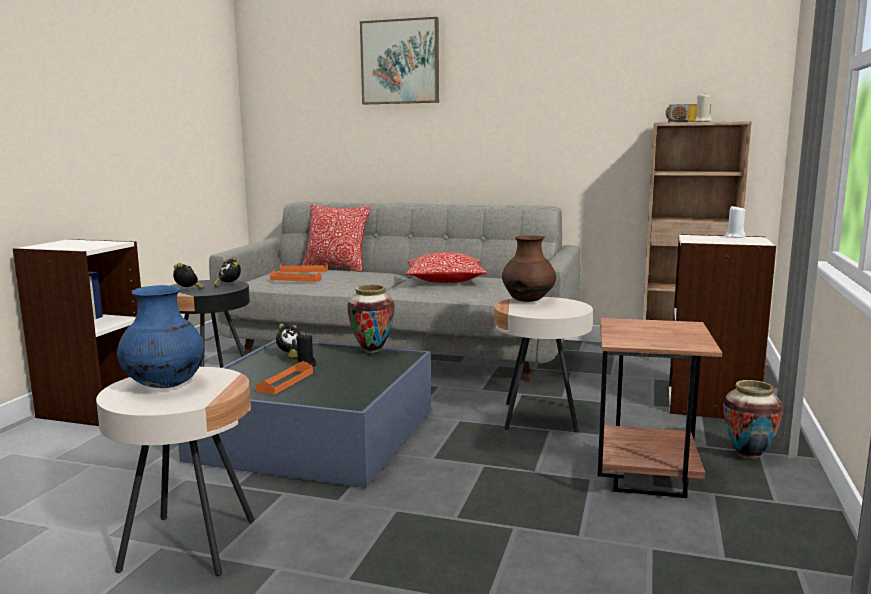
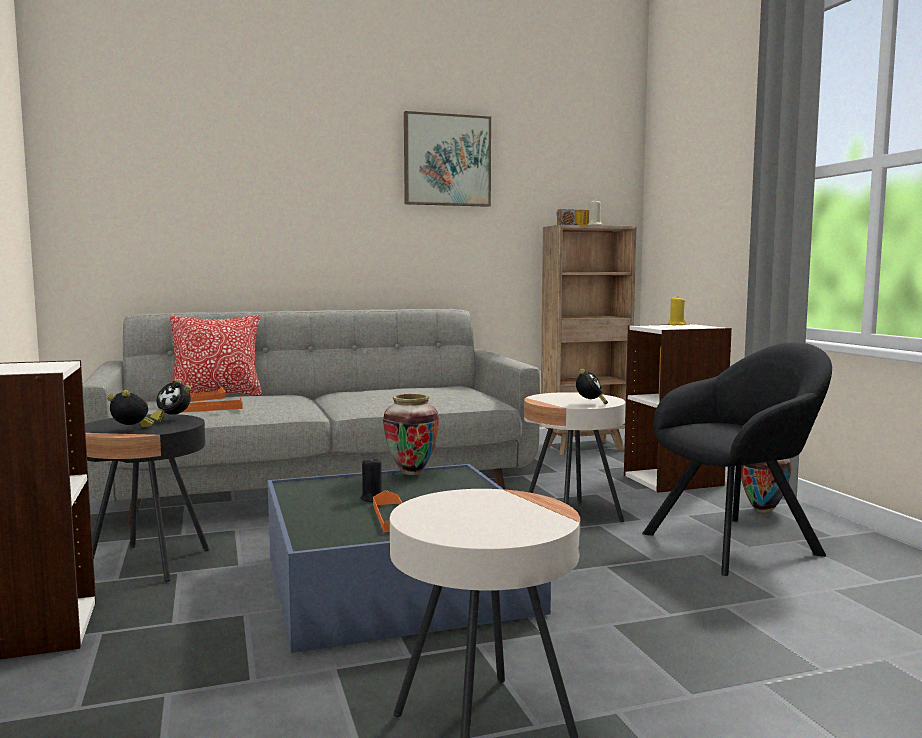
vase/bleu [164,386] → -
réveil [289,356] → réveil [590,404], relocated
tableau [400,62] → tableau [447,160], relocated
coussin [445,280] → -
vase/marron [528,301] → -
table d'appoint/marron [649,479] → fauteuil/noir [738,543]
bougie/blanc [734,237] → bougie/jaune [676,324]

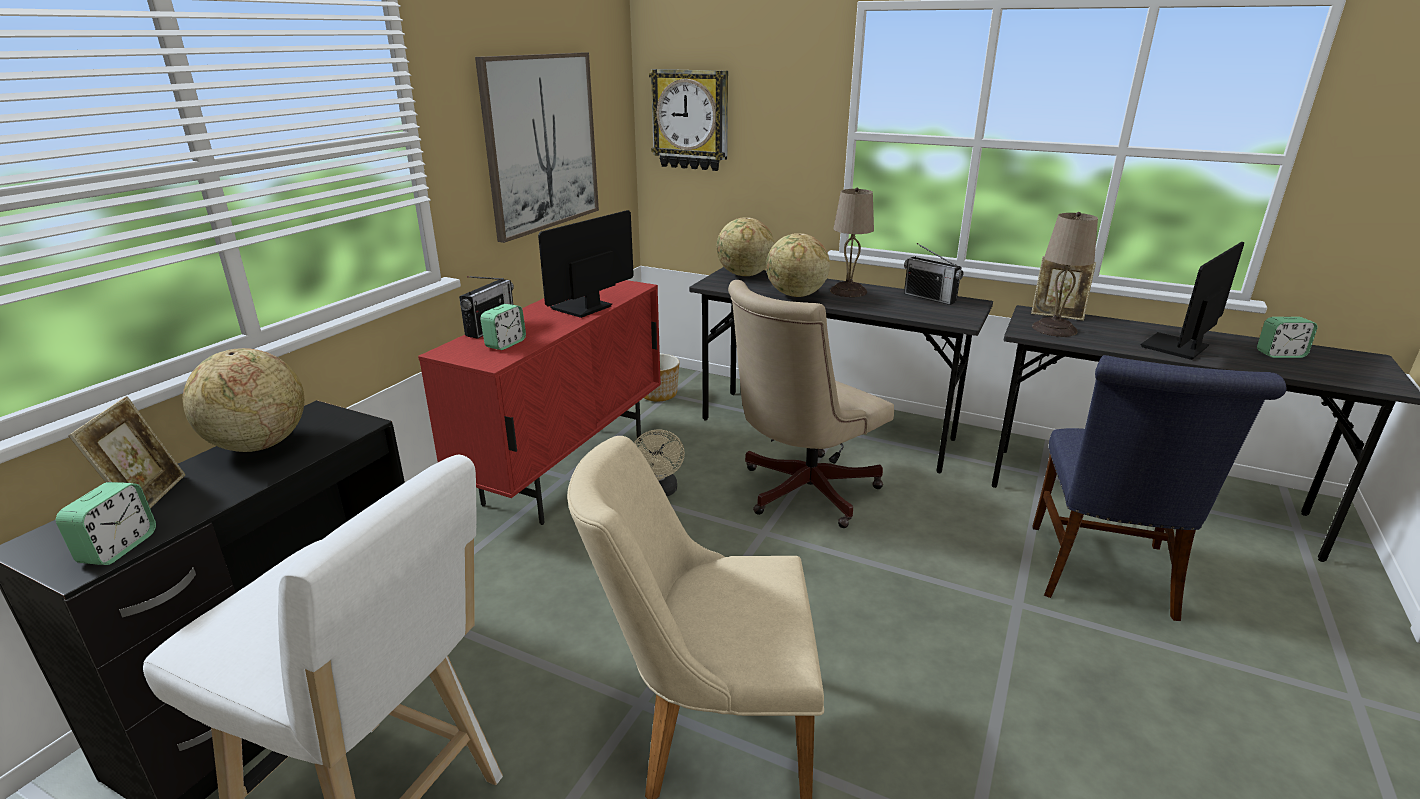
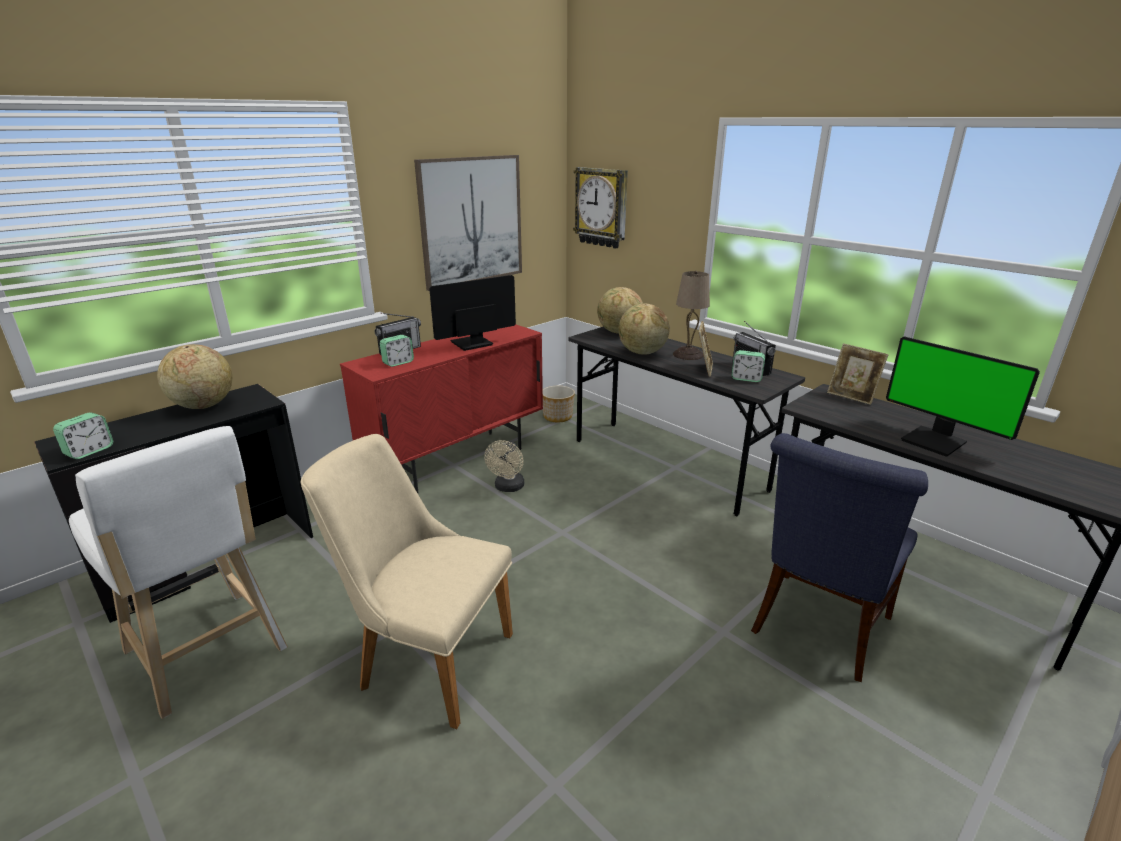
cadre photo [147,497] → cadre photo [703,369], relocated
chaise de bureau/beige [800,493] → -
lampe de table/beige [1054,329] → -
écran d'ordinateur [1177,348] → écran d'ordinateur [935,441], 105 degrees counterclockwise
réveil [1280,354] → réveil [746,379], relocated

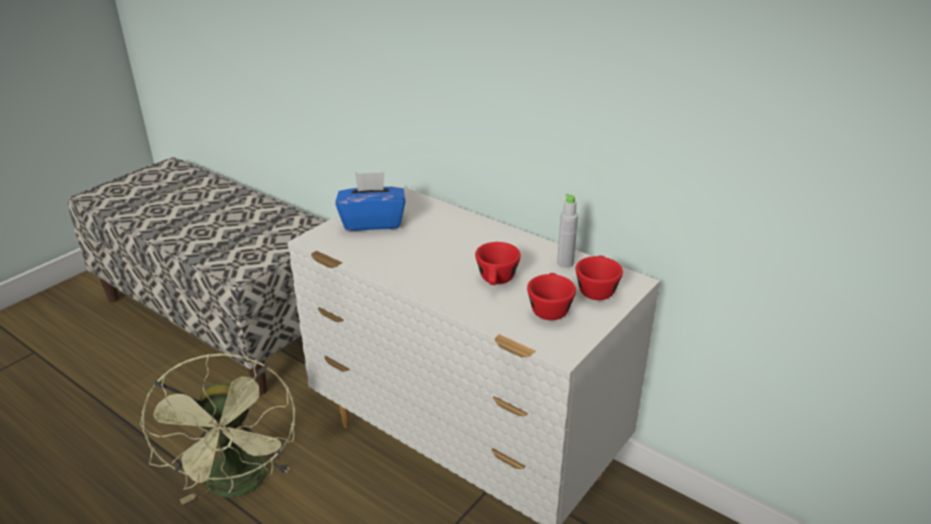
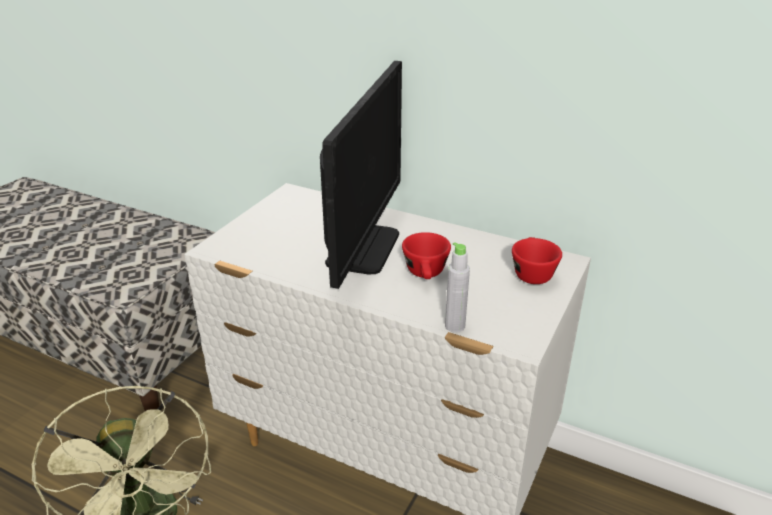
boîte à mouchoirs/bleu [372,222] → -
tasse/rouge [549,308] → -
bouteille/gris [565,263] → bouteille/gris [455,326], relocated
- → écran d'ordinateur [363,248]

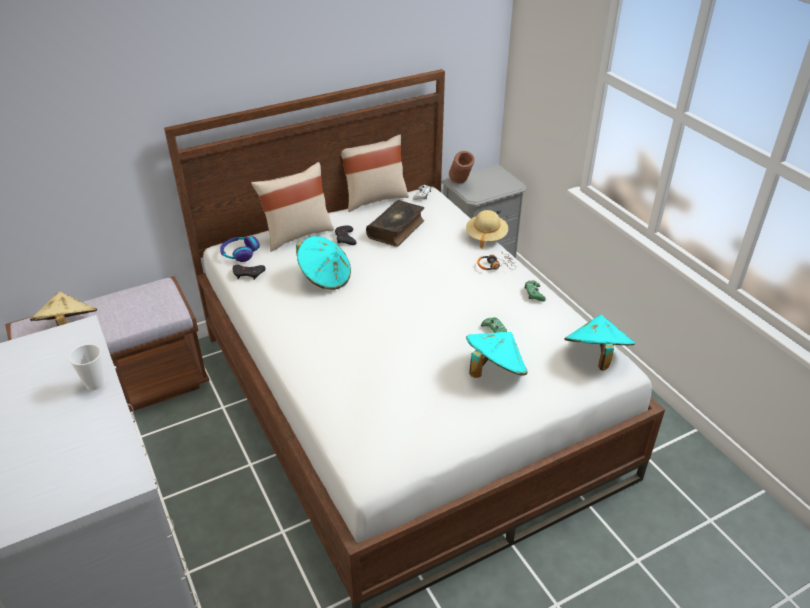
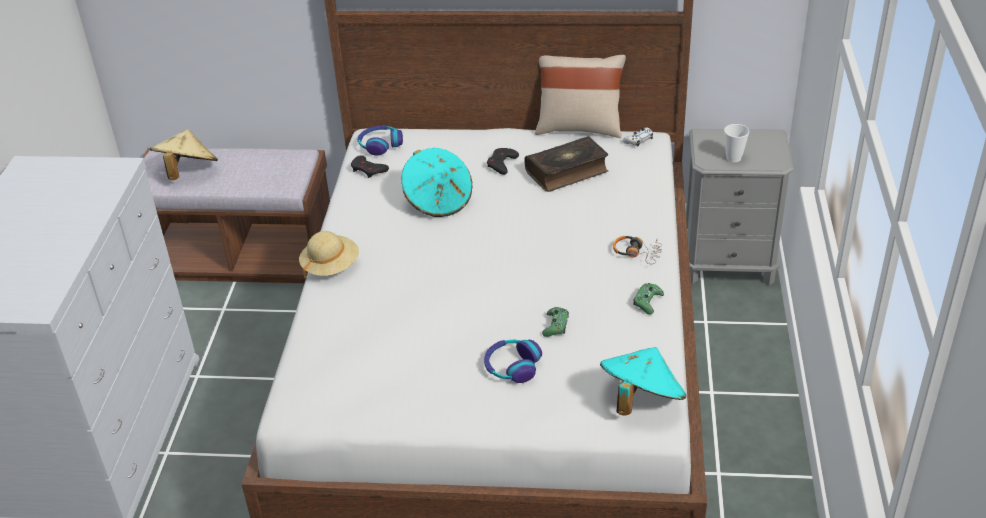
tasse [95,384] → tasse [733,158], relocated
coussin/beige [297,234] → -
vase/marron [460,184] → -
chapeau/beige [486,237] → chapeau/beige [330,267], relocated
chapeau/turquoise [494,370] → casque audio [512,366]

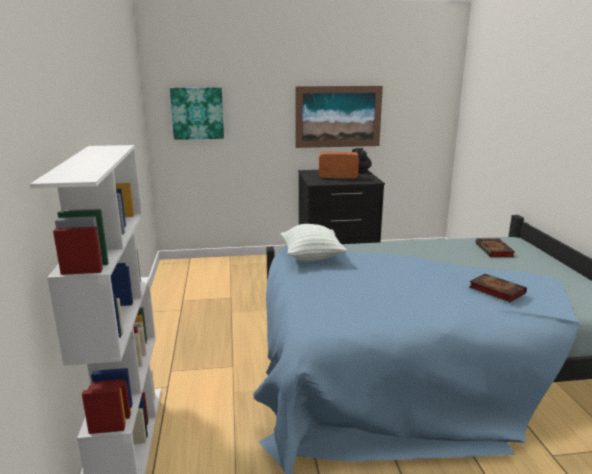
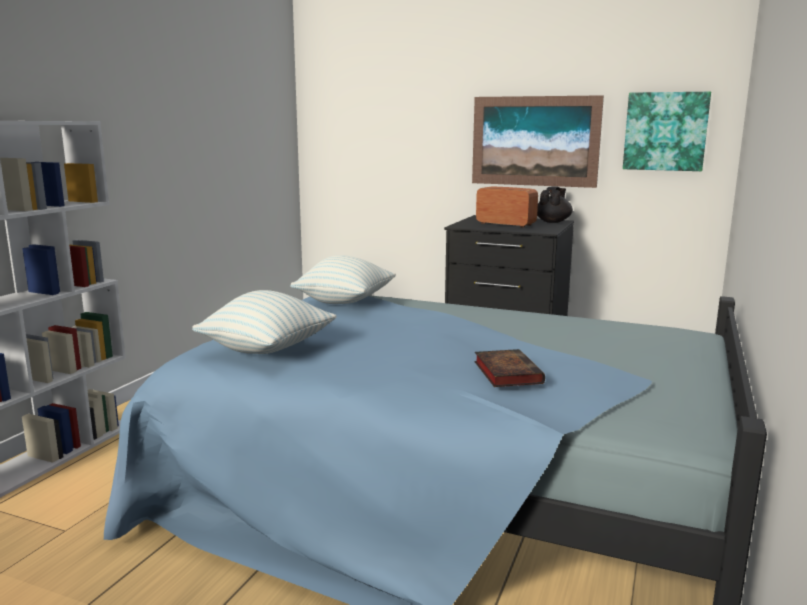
tableau [197,113] → tableau [665,131], relocated
livre [495,250] → -
- → coussin [267,350]

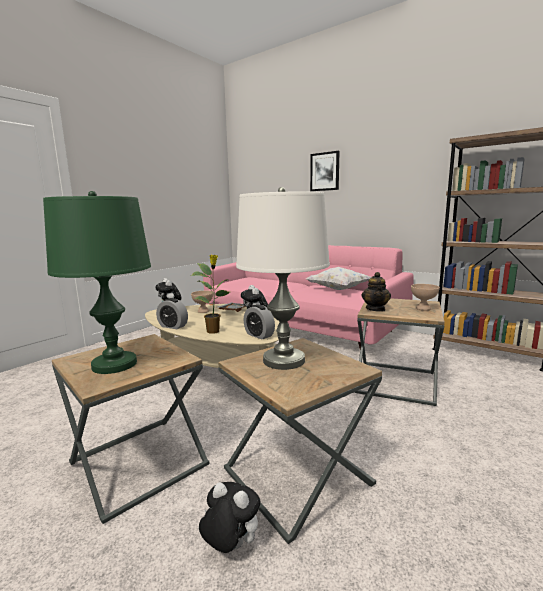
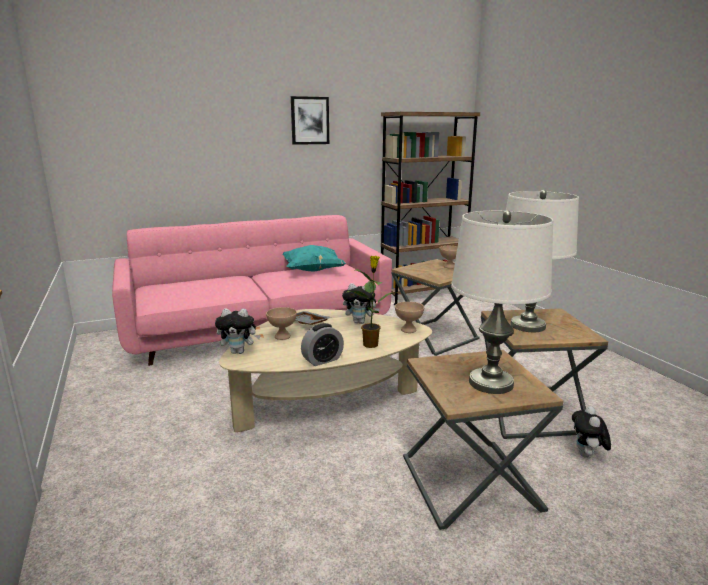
lampe de table/vert [114,364] → lampe de table/blanc [491,383]
peluche [230,546] → peluche [587,455], 45 degrees counterclockwise
réveil [259,335] → bol/beige [408,330]
coussin/blanc [338,289] → coussin/turquoise [312,271]
tableau [325,171] → tableau [309,120], relocated
théière [375,309] → -

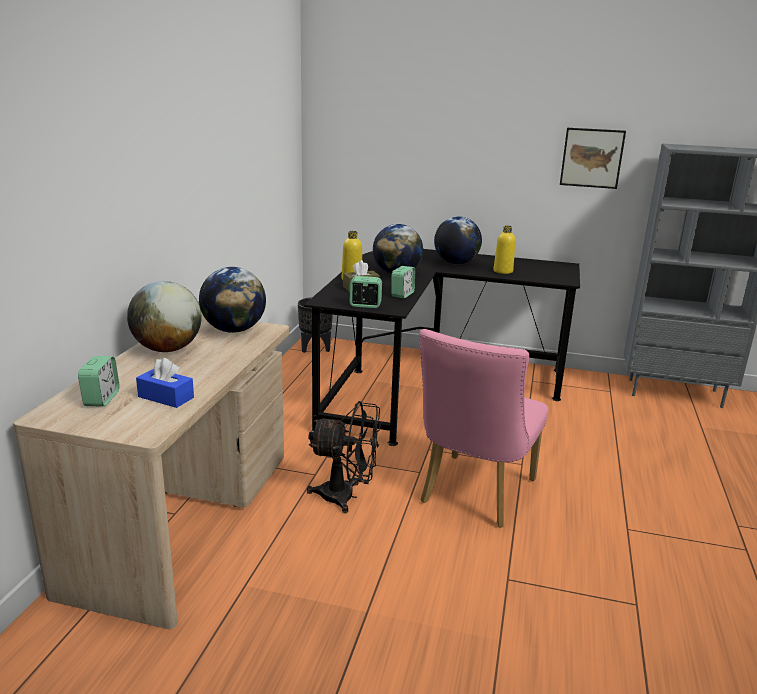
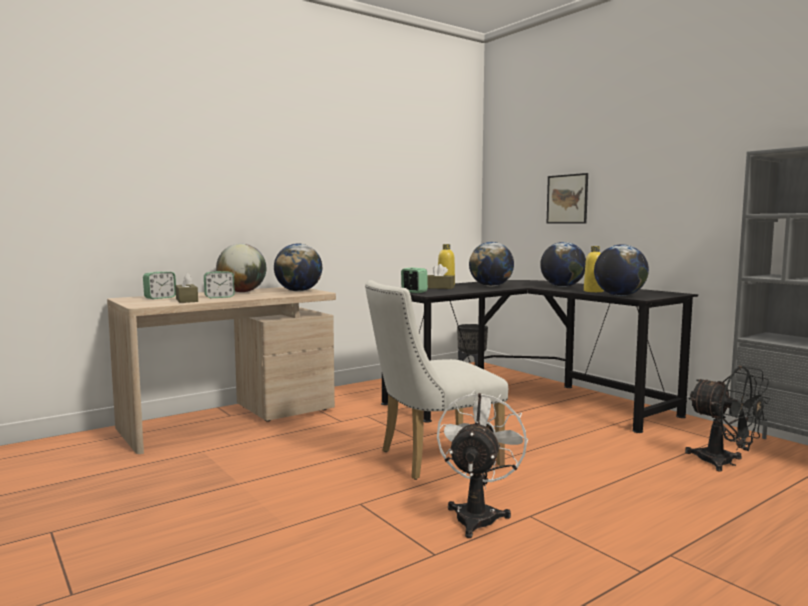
boîte à mouchoirs/bleu [166,397] → boîte à mouchoirs/marron [186,300]
ventilateur/noir [346,496] → ventilateur/noir [725,463], relocated
réveil [402,294] → réveil [219,297], relocated
chaise/rose [473,495] → chaise/blanc [431,459]
tableau [592,158] → tableau [567,199], relocated
- → ventilateur/blanc [478,515]
- → globe [619,295]

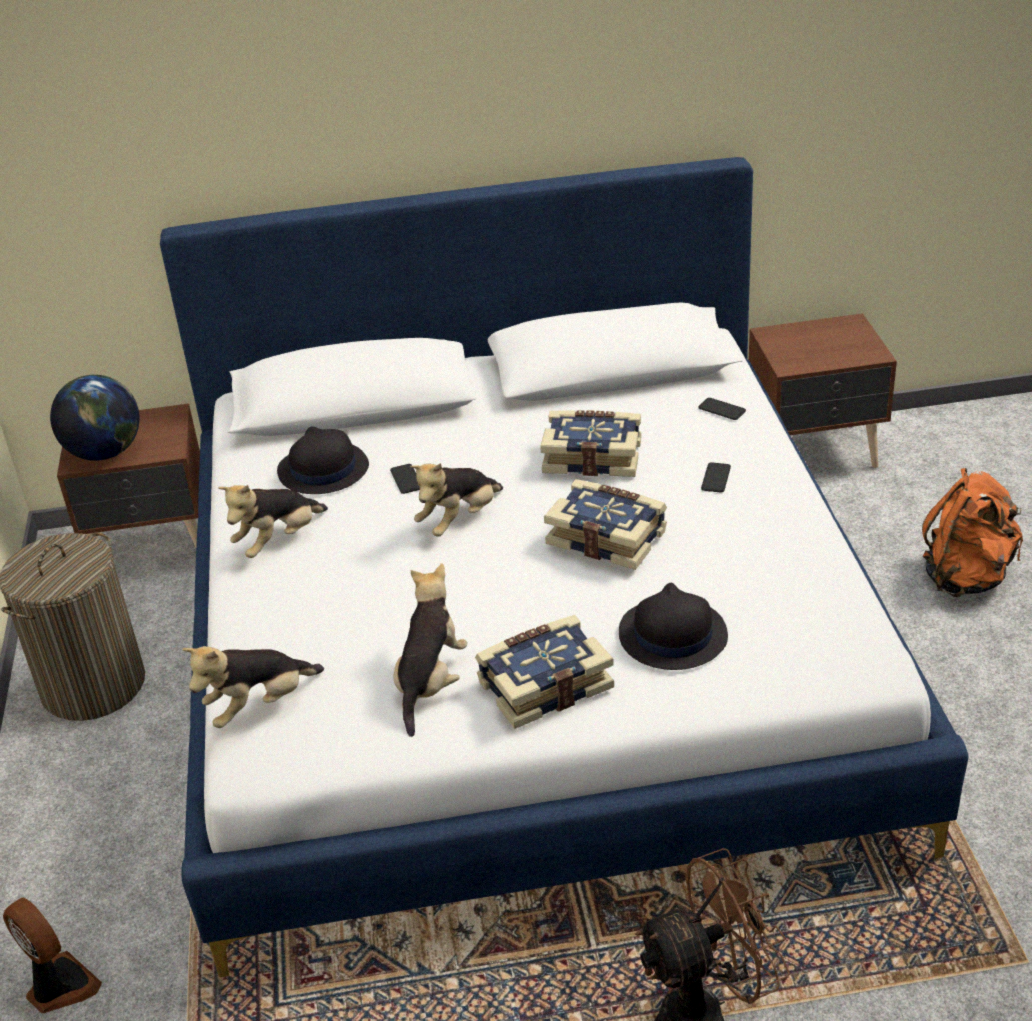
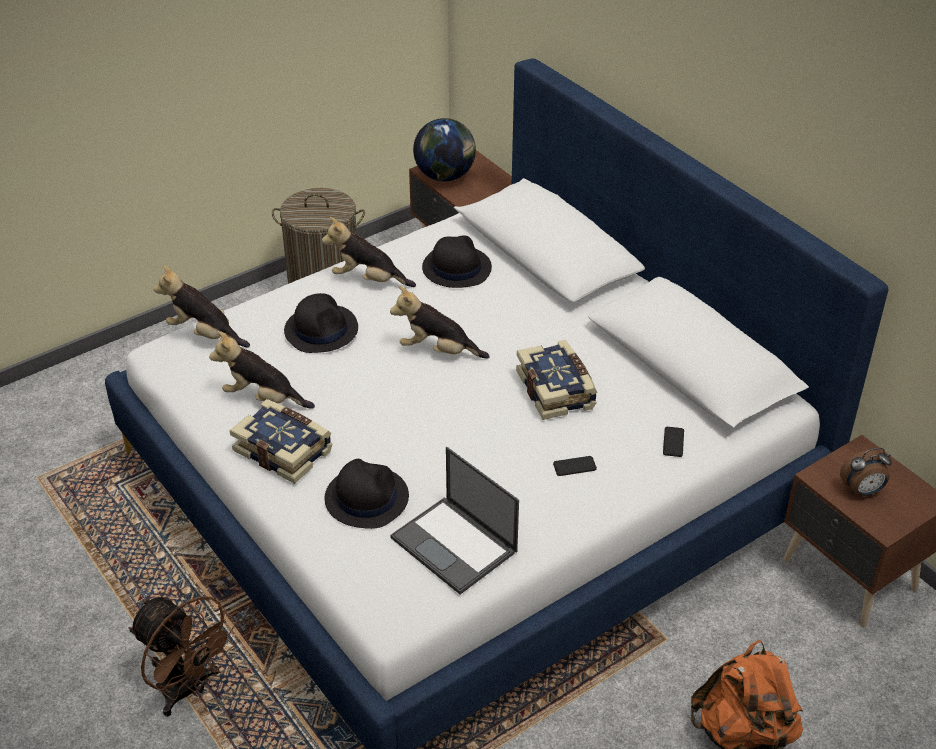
ventilateur [59,987] → -
téléphone [406,479] → -
peluche [430,682] → peluche [263,398], 150 degrees counterclockwise
livre [607,537] → -
- → chapeau/noir [321,329]
- → ordinateur portable [455,545]
- → réveil [862,491]

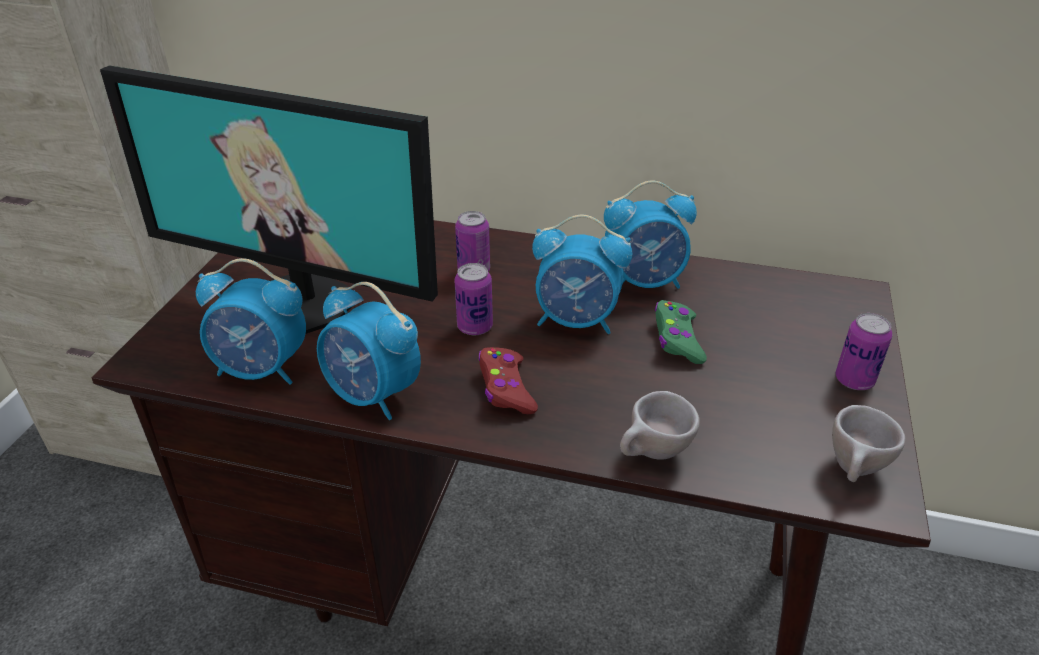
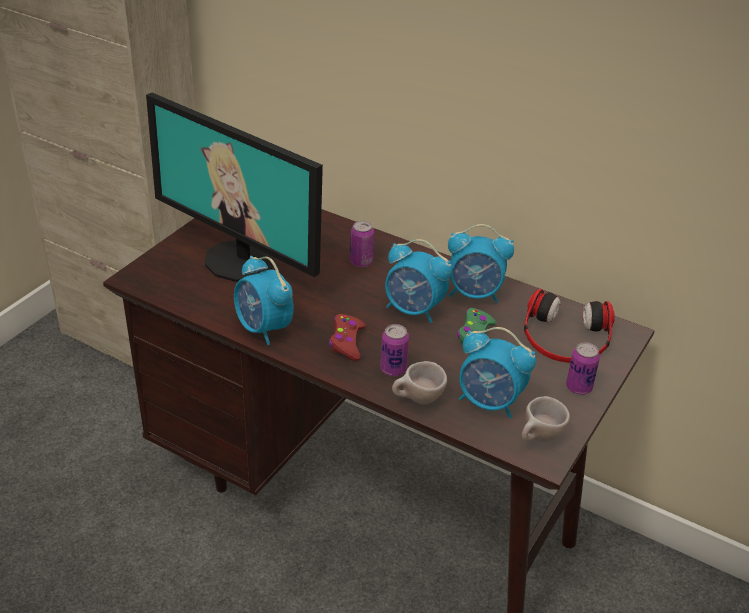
réveil [262,370] → réveil [490,402], relocated
boîte métallique [475,327] → boîte métallique [393,369], relocated
- → casque audio [566,337]

